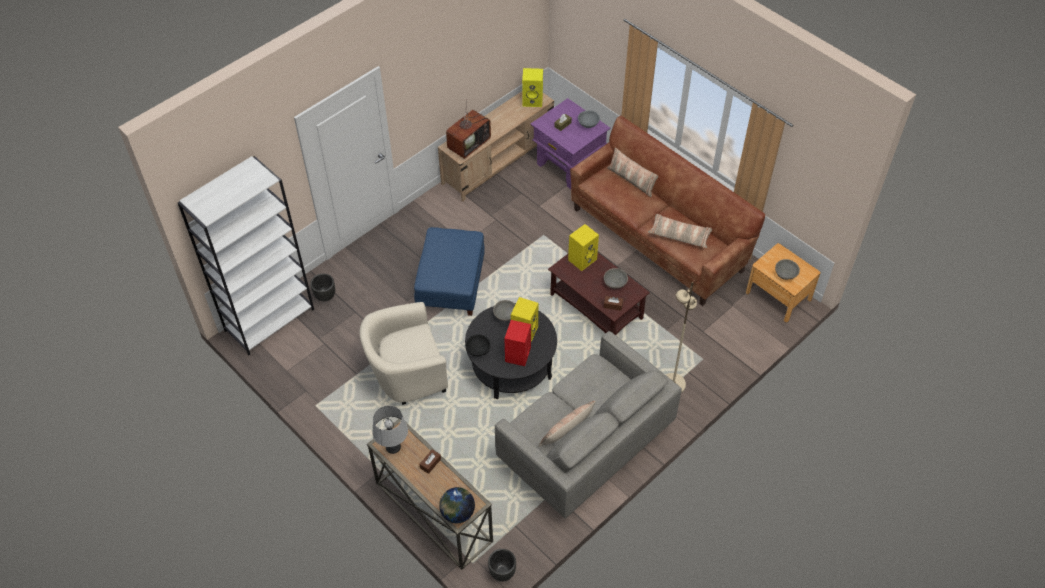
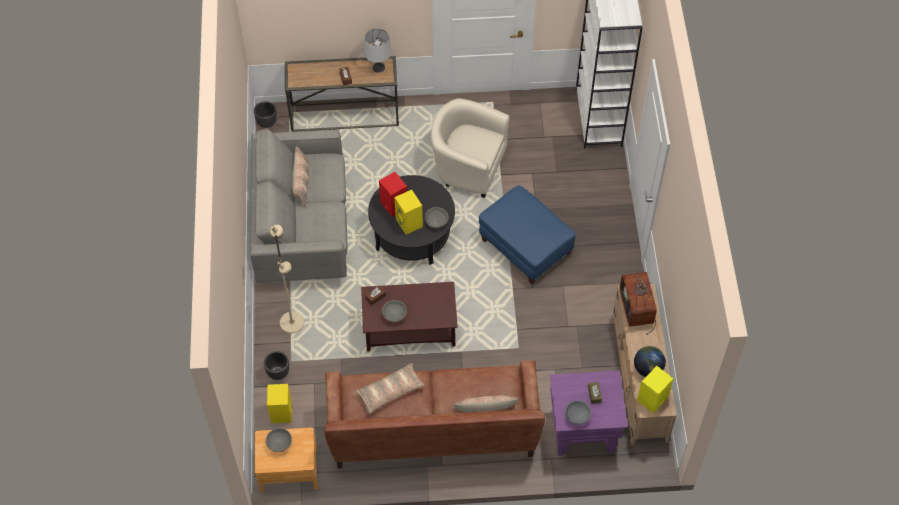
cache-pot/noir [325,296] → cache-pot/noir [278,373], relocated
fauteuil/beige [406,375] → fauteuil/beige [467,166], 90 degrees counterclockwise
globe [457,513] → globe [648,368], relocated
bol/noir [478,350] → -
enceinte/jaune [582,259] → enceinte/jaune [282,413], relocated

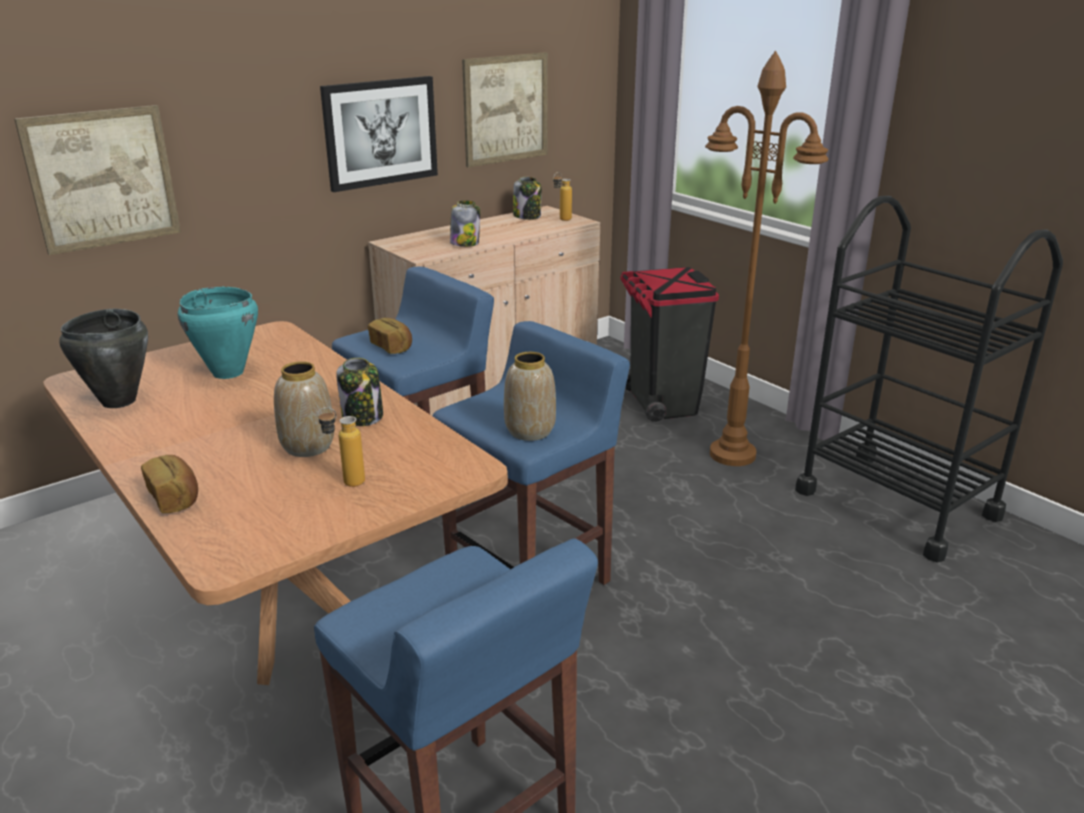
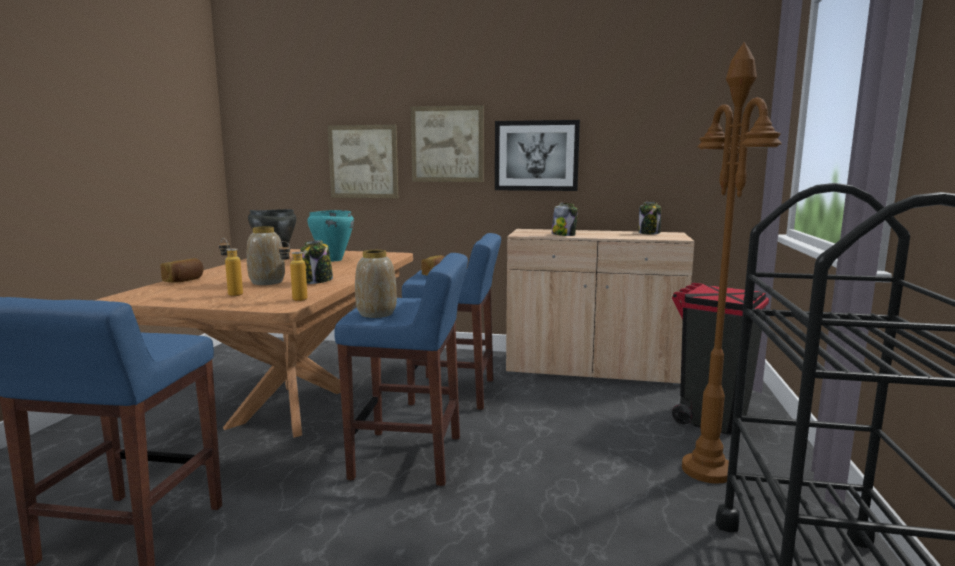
tableau [505,109] → tableau [447,144], relocated
bouteille [561,220] → bouteille [294,299], relocated

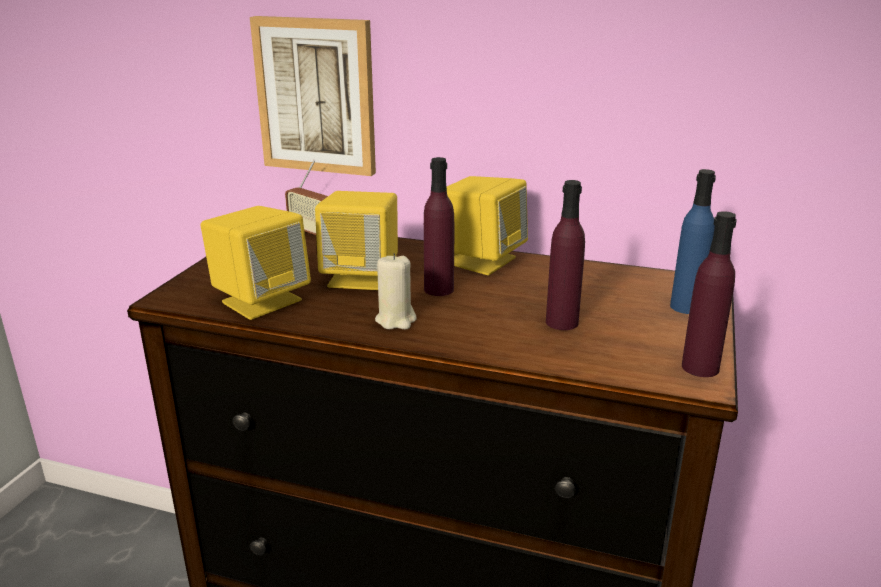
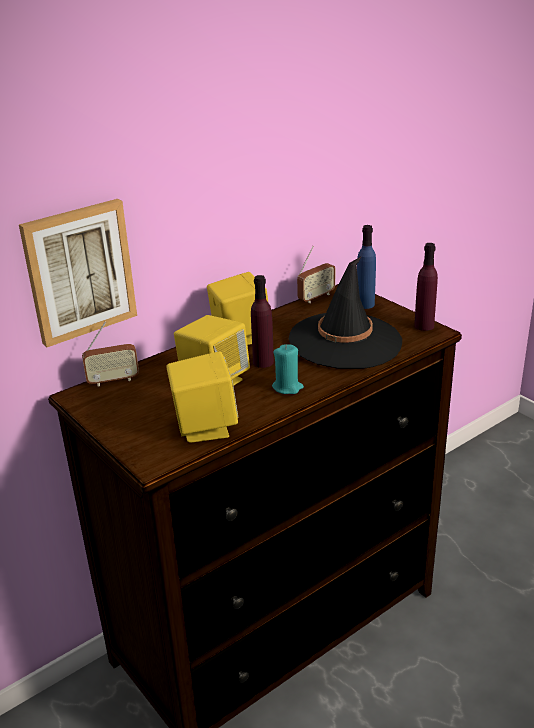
bougie/beige [396,320] → bougie/turquoise [287,387]
bouteille/violet [562,322] → chapeau/noir [345,341]
- → radio [316,297]

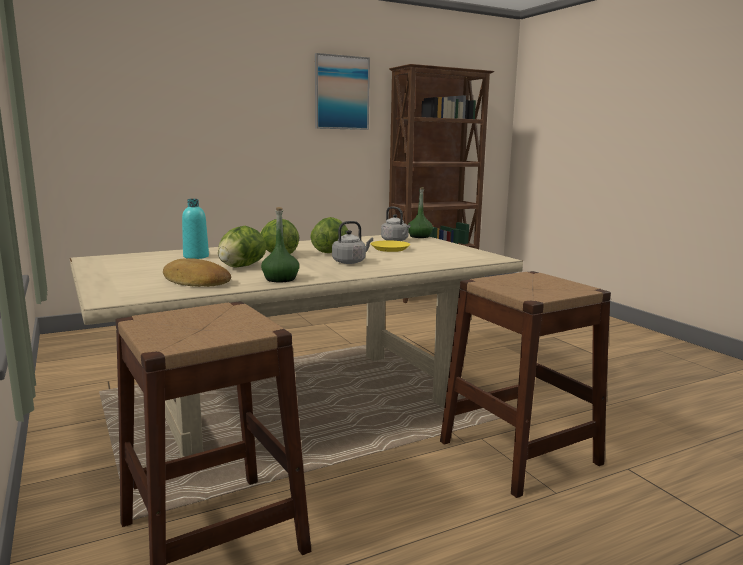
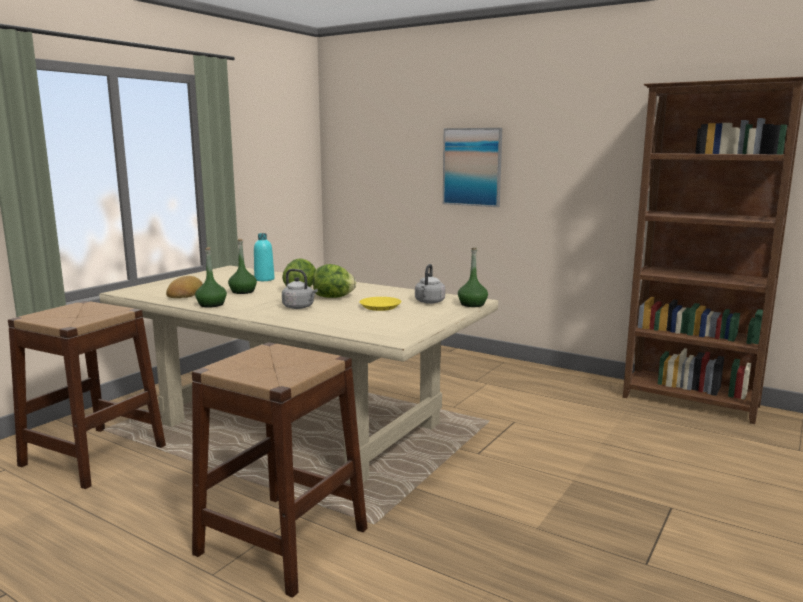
laitue [241,267] → bouteille/vert [243,291]
tableau [341,93] → tableau [472,167], relocated

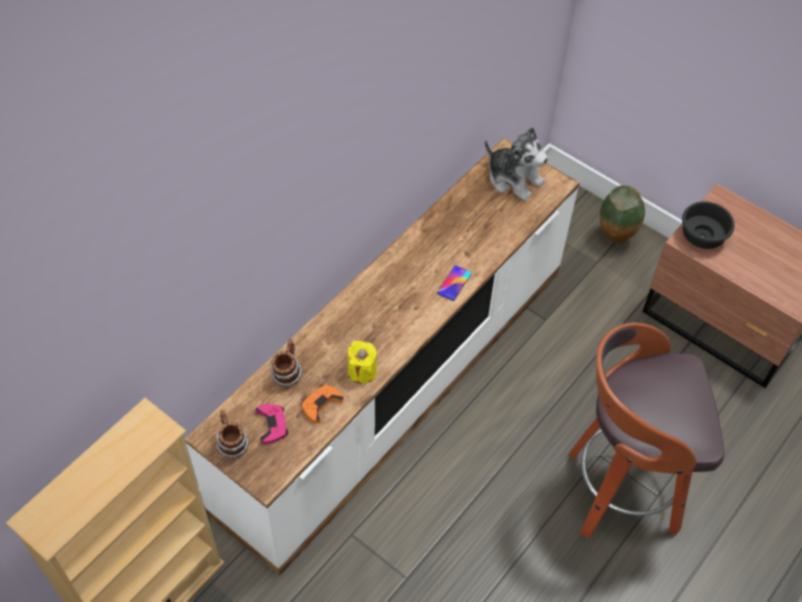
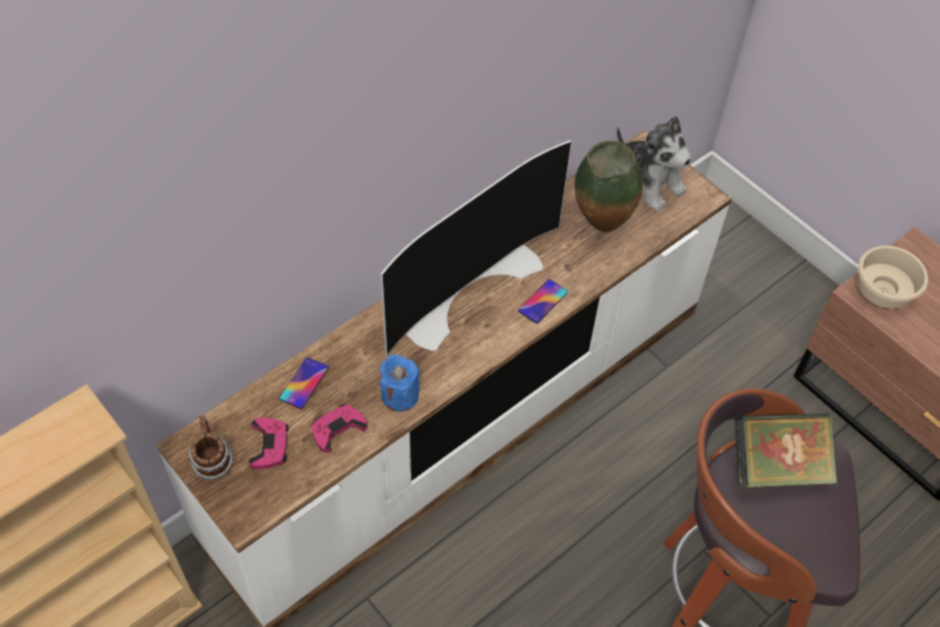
mug [287,374] → téléphone [304,383]
manette/orange [321,404] → manette/rose [337,429]
bougie/jaune [362,371] → bougie/bleu [399,395]
vase [614,240] → vase [600,227], relocated
bol/noir [700,236] → bol/beige [880,290]
- → téléviseur [465,285]
- → livre [777,466]

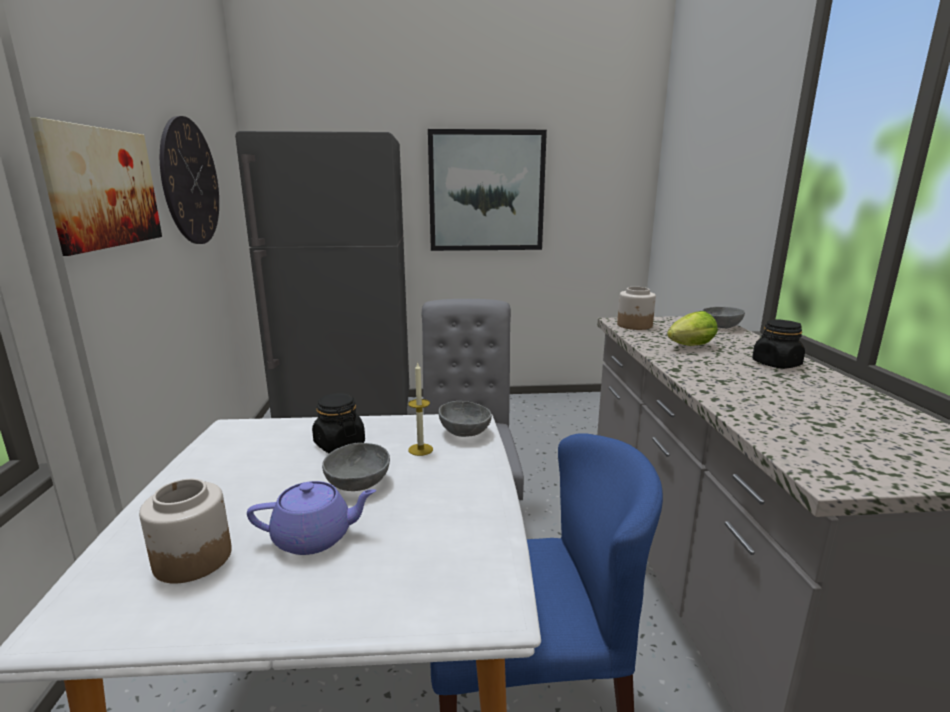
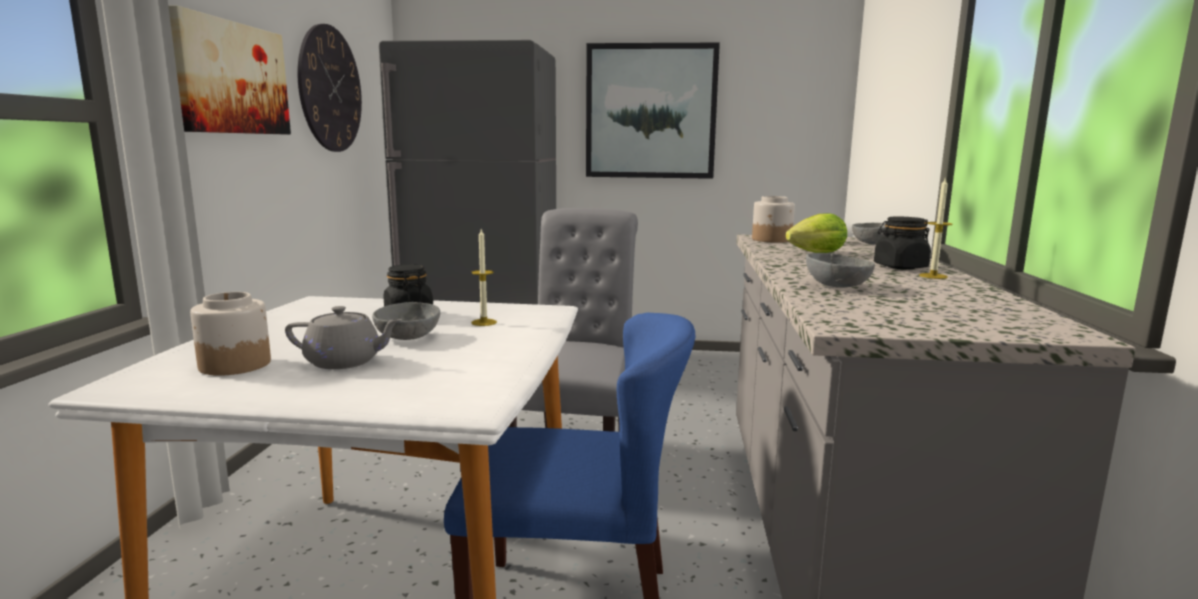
théière/violet [315,537] → théière/gris [345,362]
bol/gris [465,432] → bol/gris [838,286], relocated
- → bougie [933,276]

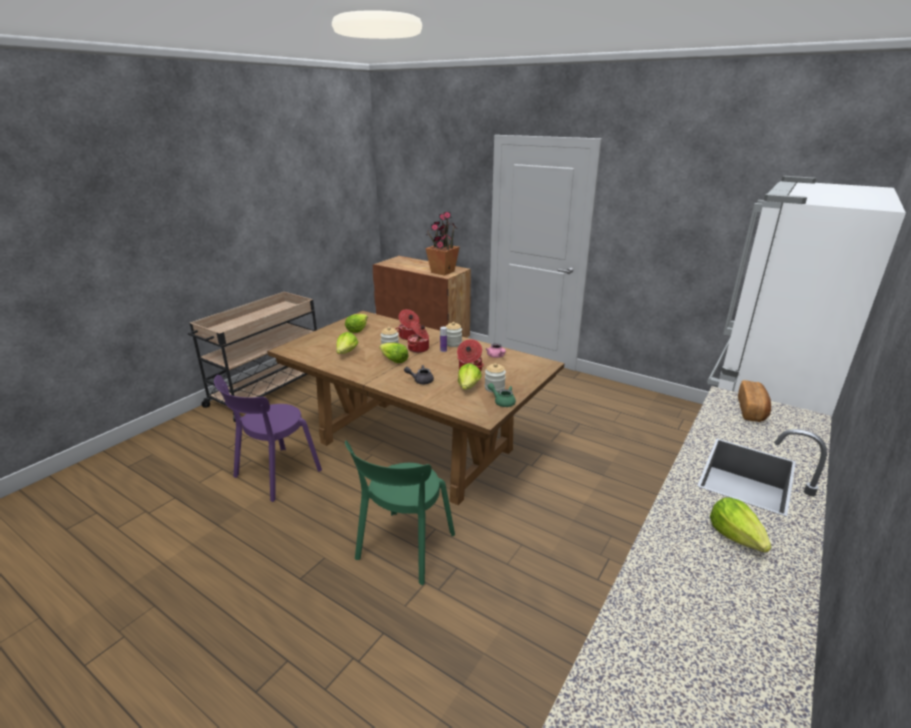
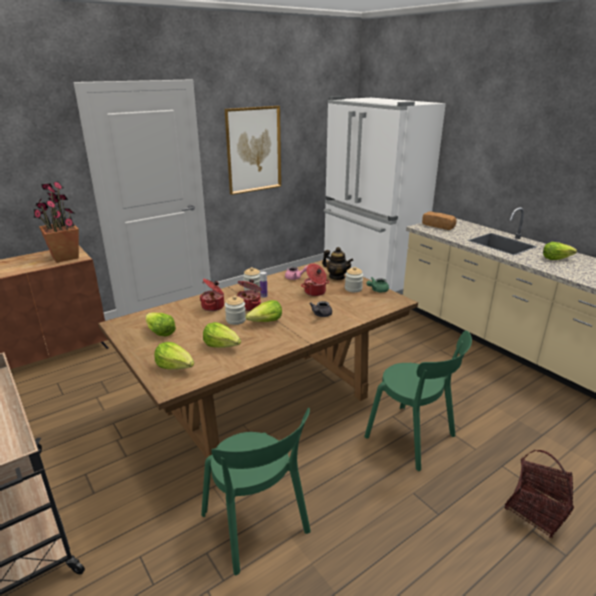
chaise/violet [274,475] → chaise/vert [257,527]
laitue [468,387] → laitue [175,366], relocated
- → tableau [253,150]
- → théière [337,277]
- → panier [537,511]

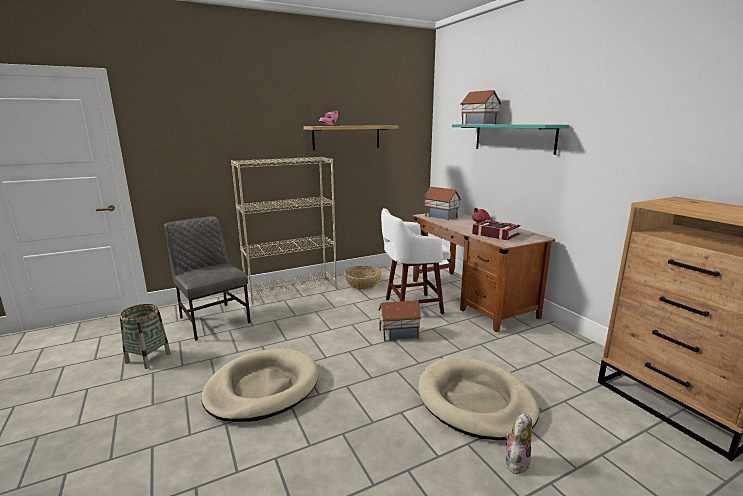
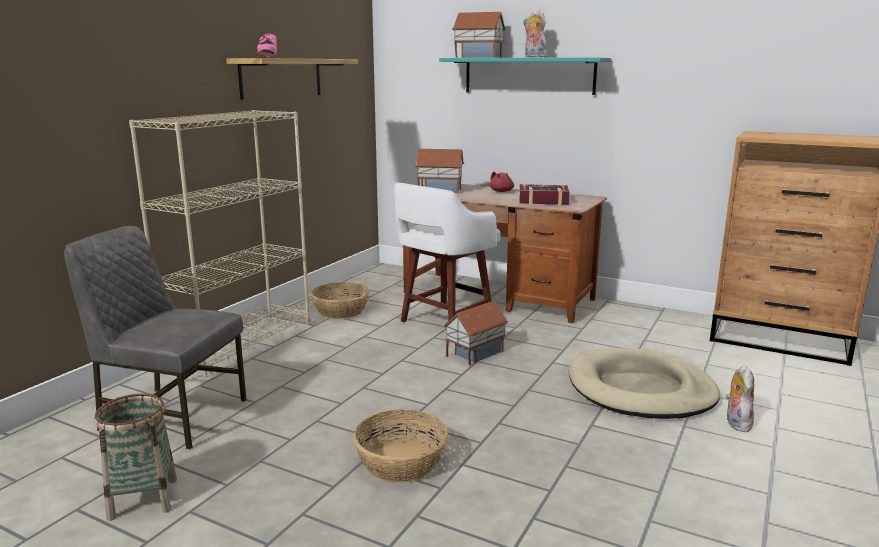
panier pour chien/beige [262,388] → panier [401,463]
- → peluche [533,57]

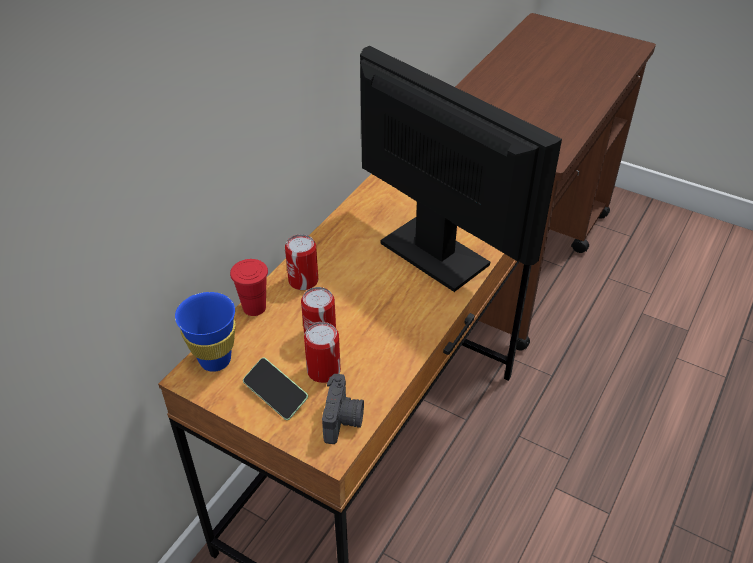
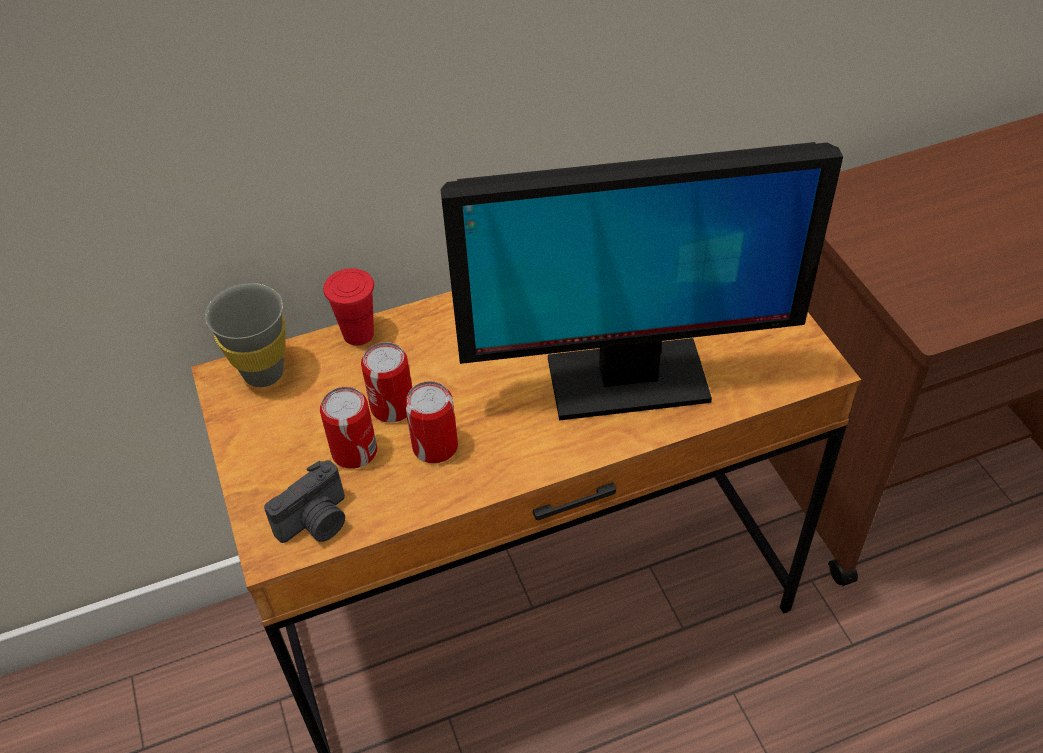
tasse/bleu [215,360] → tasse/gris [263,373]
téléphone [276,394] → -
boîte métallique [303,280] → boîte métallique [435,446], relocated
écran d'ordinateur [435,254] → écran d'ordinateur [626,380], 90 degrees clockwise

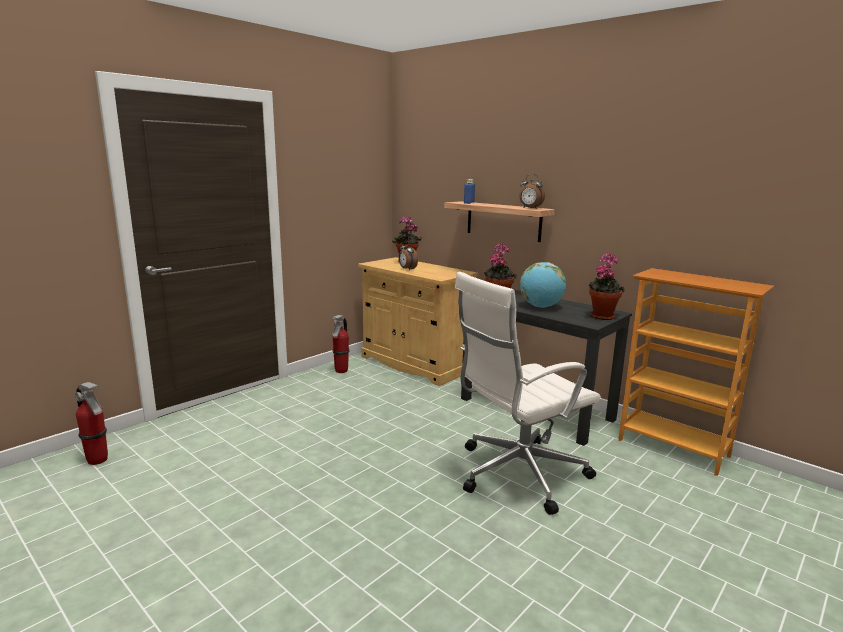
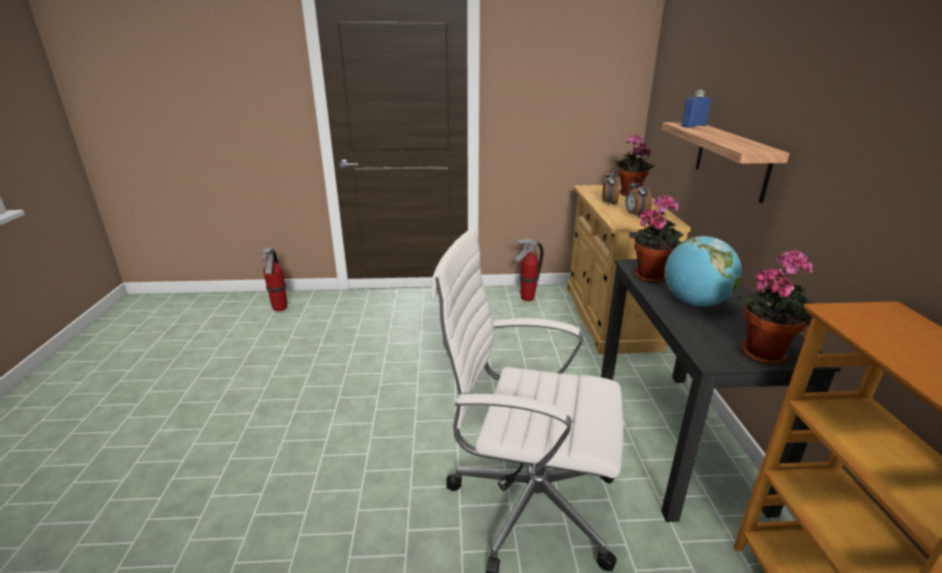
réveil [530,208] → réveil [635,215], relocated

